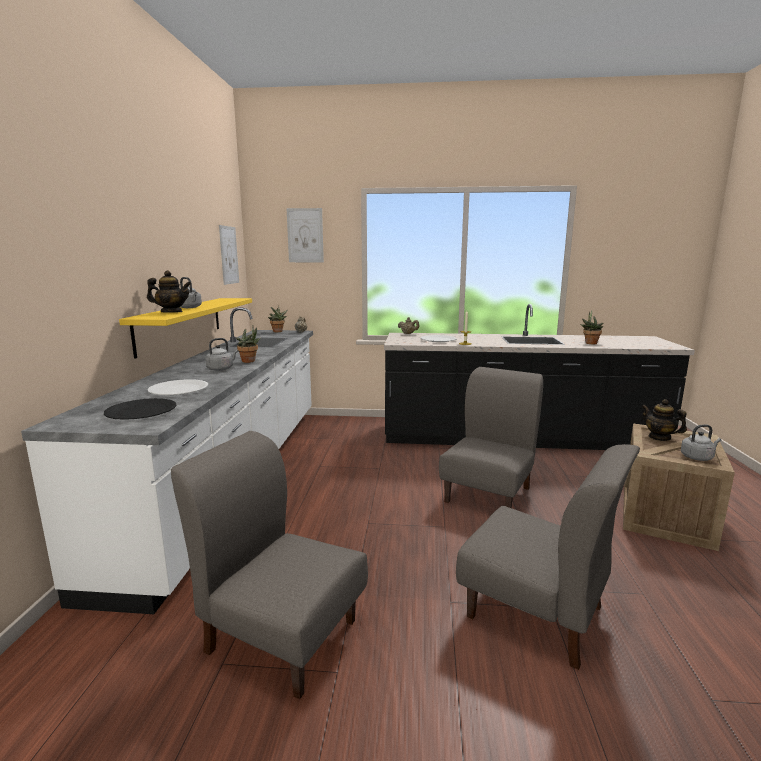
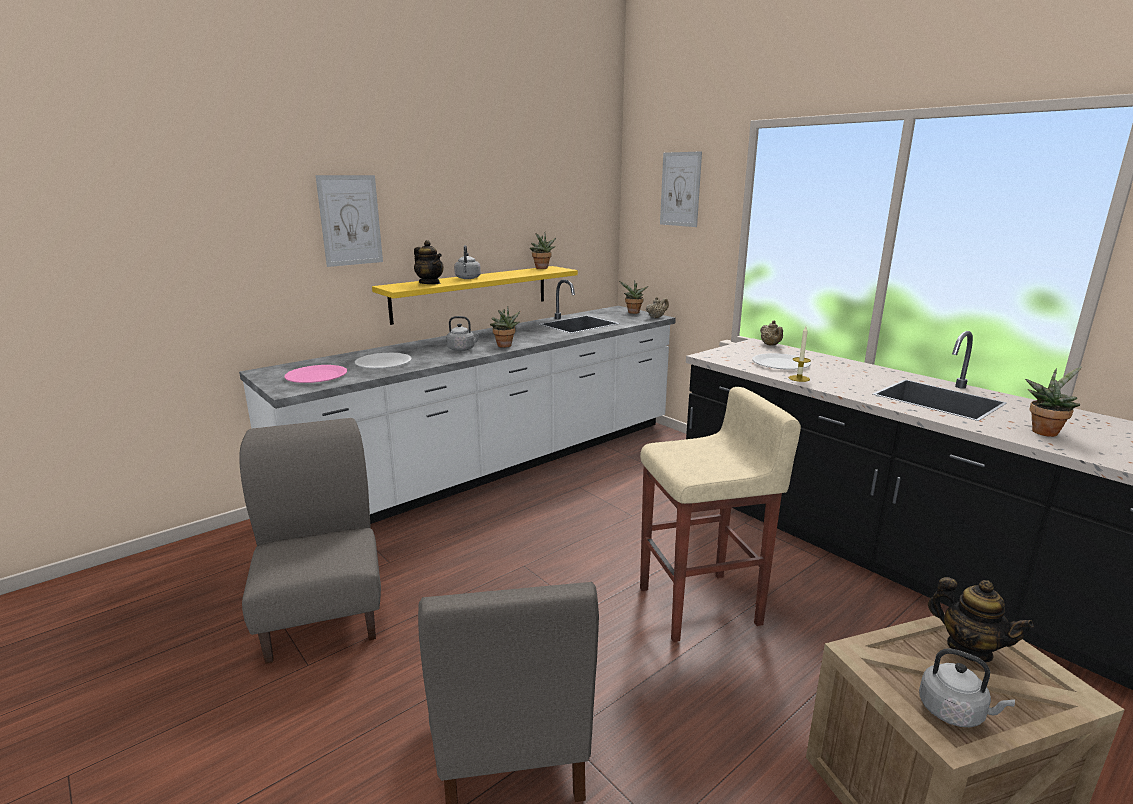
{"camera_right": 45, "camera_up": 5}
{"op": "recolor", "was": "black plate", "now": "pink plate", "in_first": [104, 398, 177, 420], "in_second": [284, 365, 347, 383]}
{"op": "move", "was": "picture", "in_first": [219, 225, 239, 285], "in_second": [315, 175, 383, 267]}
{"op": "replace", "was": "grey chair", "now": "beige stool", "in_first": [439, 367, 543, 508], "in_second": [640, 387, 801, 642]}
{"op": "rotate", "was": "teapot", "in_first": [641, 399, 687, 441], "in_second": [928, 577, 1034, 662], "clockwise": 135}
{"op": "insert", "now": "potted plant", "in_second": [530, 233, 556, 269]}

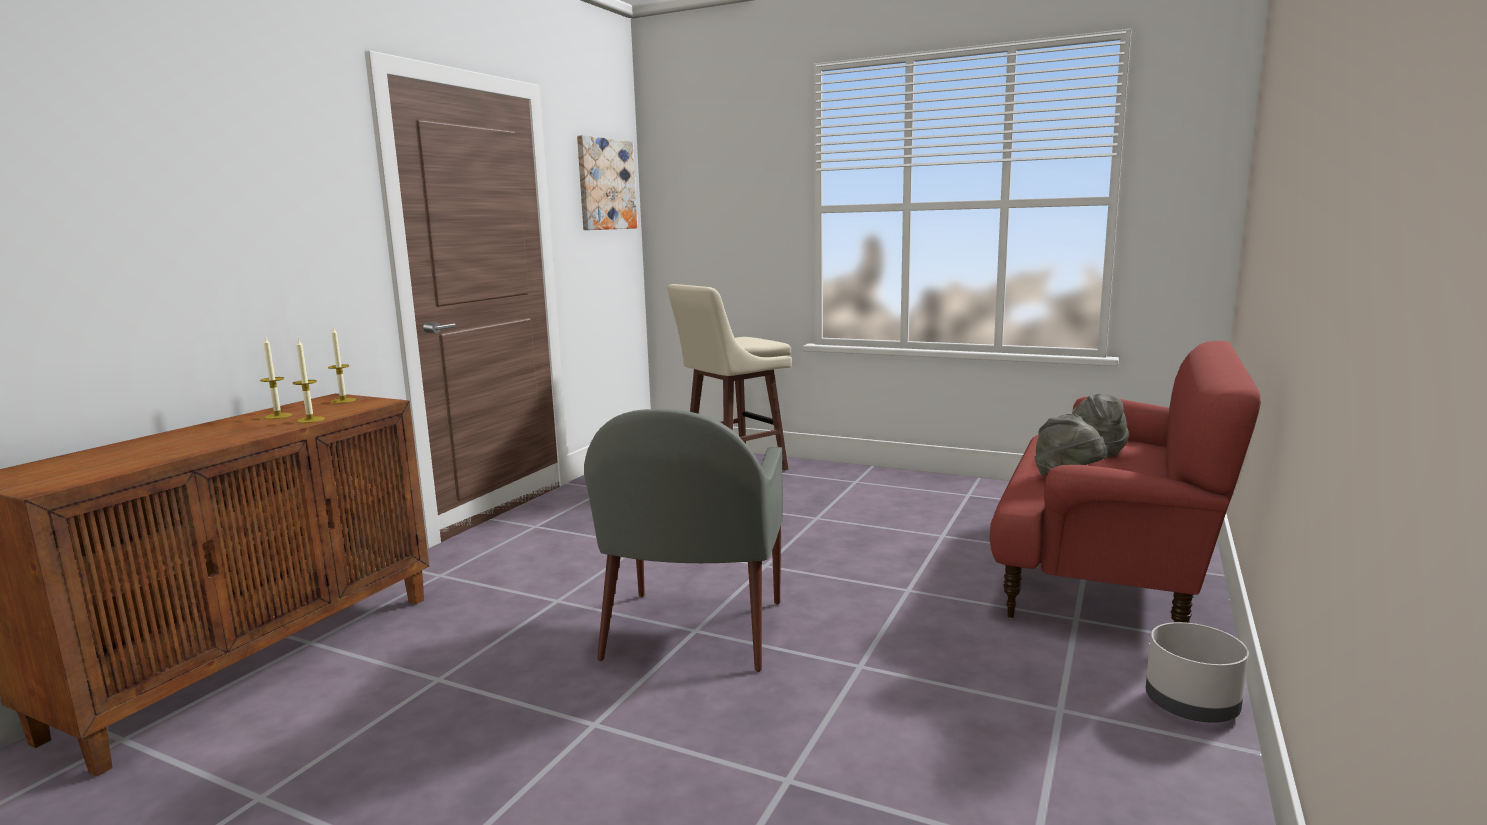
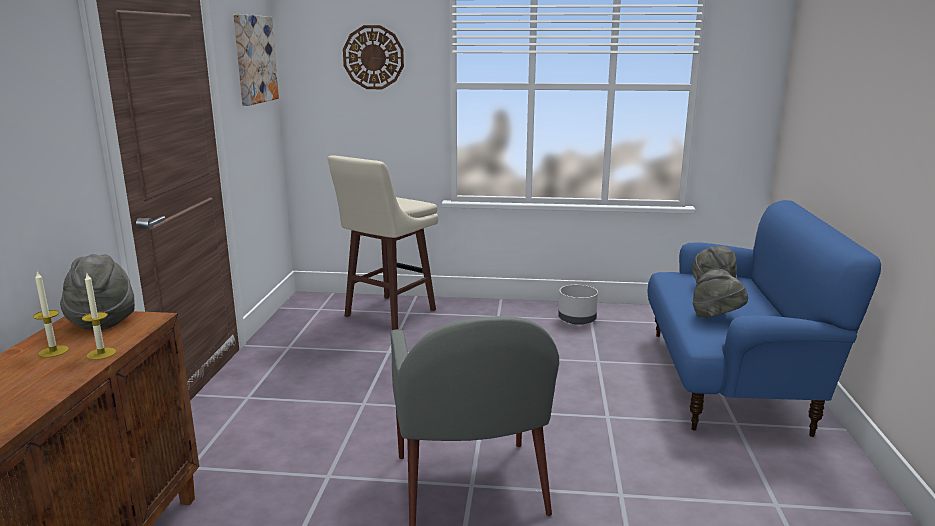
{"camera_right": -20, "camera_up": 5}
{"op": "replace", "was": "candle", "now": "grey hat", "in_first": [328, 327, 356, 404], "in_second": [60, 254, 135, 330]}
{"op": "recolor", "was": "red sofa", "now": "blue sofa", "in_first": [989, 341, 1261, 623], "in_second": [647, 200, 881, 437]}
{"op": "move", "was": "grey planter", "in_first": [1146, 622, 1249, 723], "in_second": [558, 285, 598, 325]}
{"op": "insert", "now": "wall clock", "in_second": [343, 25, 404, 89]}

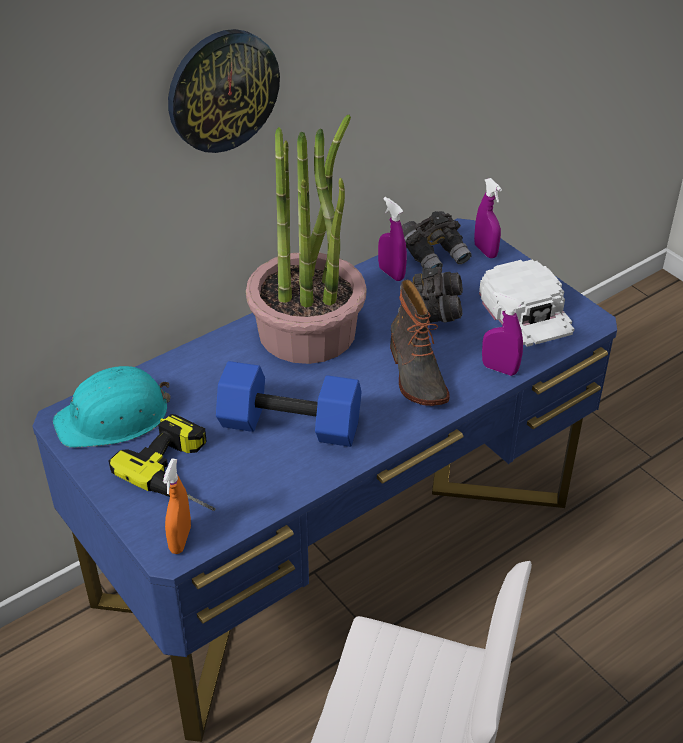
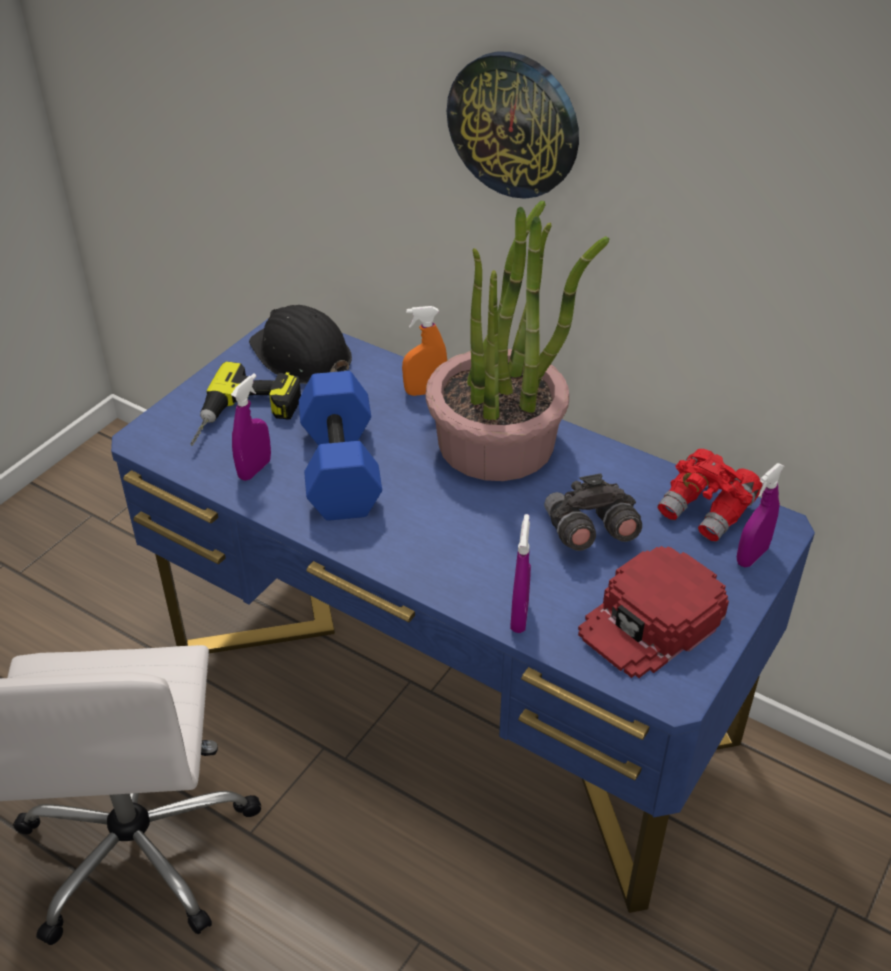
{"camera_right": 70, "camera_up": 0}
{"op": "recolor", "was": "turquoise hard hat", "now": "black hard hat", "in_first": [53, 366, 171, 448], "in_second": [249, 305, 352, 384]}
{"op": "move", "was": "orange spray bottle", "in_first": [163, 459, 191, 554], "in_second": [402, 306, 447, 396]}
{"op": "move", "was": "purple spray bottle", "in_first": [378, 197, 407, 281], "in_second": [231, 374, 271, 481]}
{"op": "delete", "was": "boot", "in_first": [390, 280, 450, 406]}
{"op": "recolor", "was": "grey binoculars", "now": "red binoculars", "in_first": [402, 211, 472, 268], "in_second": [657, 449, 762, 542]}
{"op": "recolor", "was": "white cap", "now": "red cap", "in_first": [479, 260, 574, 347], "in_second": [578, 546, 729, 678]}

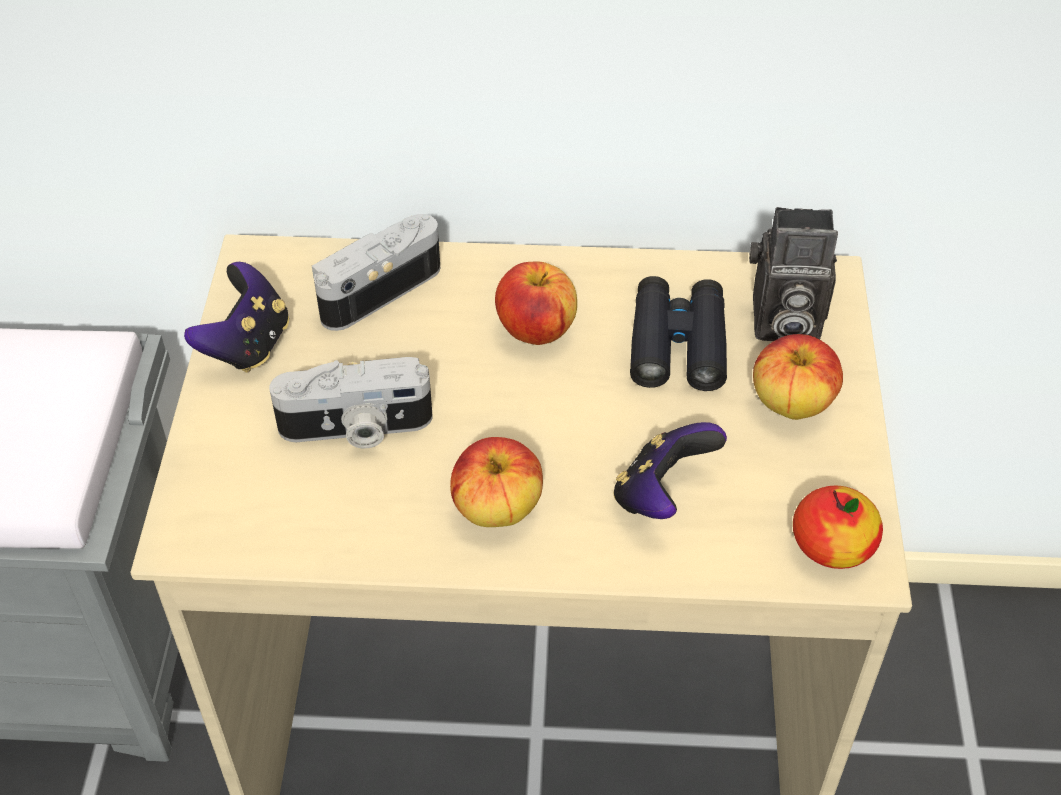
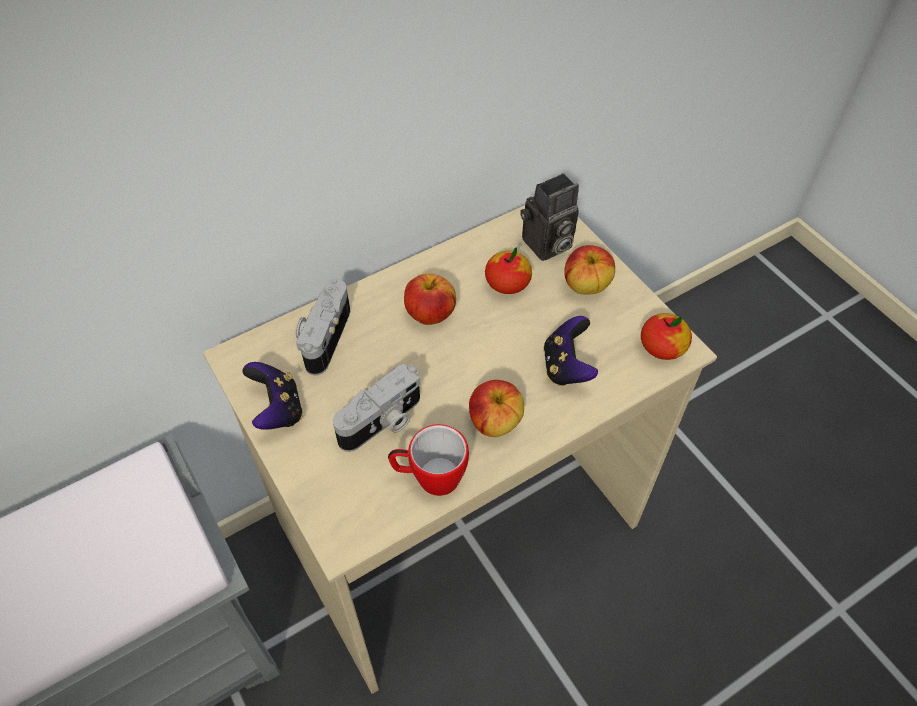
{"camera_right": -35, "camera_up": 5}
{"op": "replace", "was": "black binoculars", "now": "apple", "in_first": [630, 276, 727, 391], "in_second": [485, 247, 532, 294]}
{"op": "insert", "now": "mug", "in_second": [388, 424, 469, 496]}

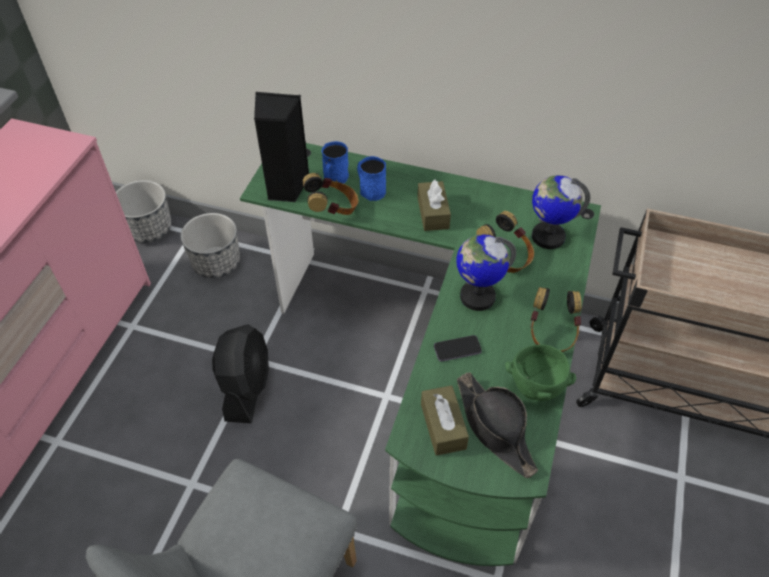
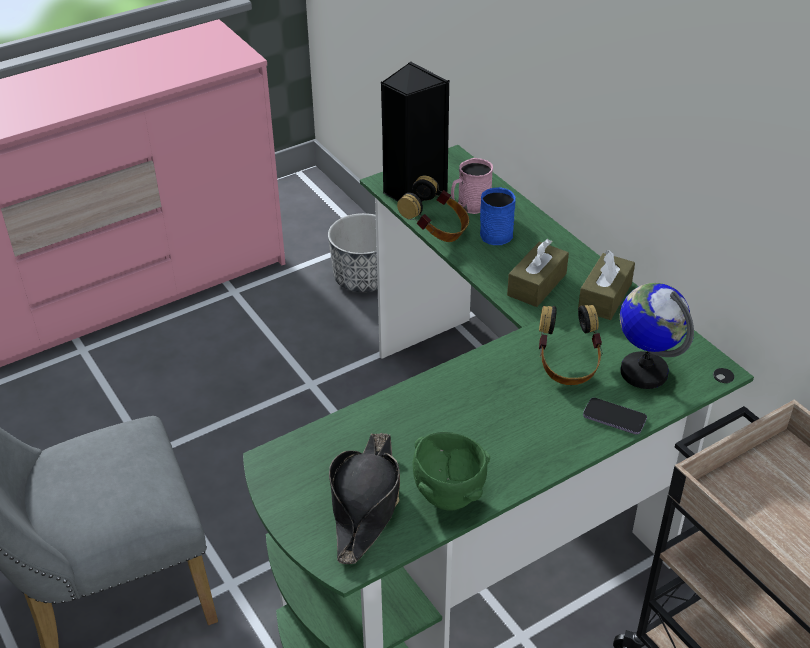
{"camera_right": 40, "camera_up": -10}
{"op": "delete", "was": "planter", "in_first": [116, 180, 172, 243]}
{"op": "delete", "was": "black fan", "in_first": [212, 324, 269, 423]}
{"op": "recolor", "was": "blue mug", "now": "pink mug", "in_first": [321, 141, 349, 184], "in_second": [451, 158, 493, 214]}
{"op": "move", "was": "brown tissue box", "in_first": [421, 385, 469, 456], "in_second": [578, 250, 635, 320]}
{"op": "move", "was": "phone", "in_first": [434, 335, 482, 361], "in_second": [583, 398, 647, 435]}
{"op": "delete", "was": "globe", "in_first": [456, 234, 516, 311]}
{"op": "delete", "was": "headphones", "in_first": [530, 287, 582, 352]}

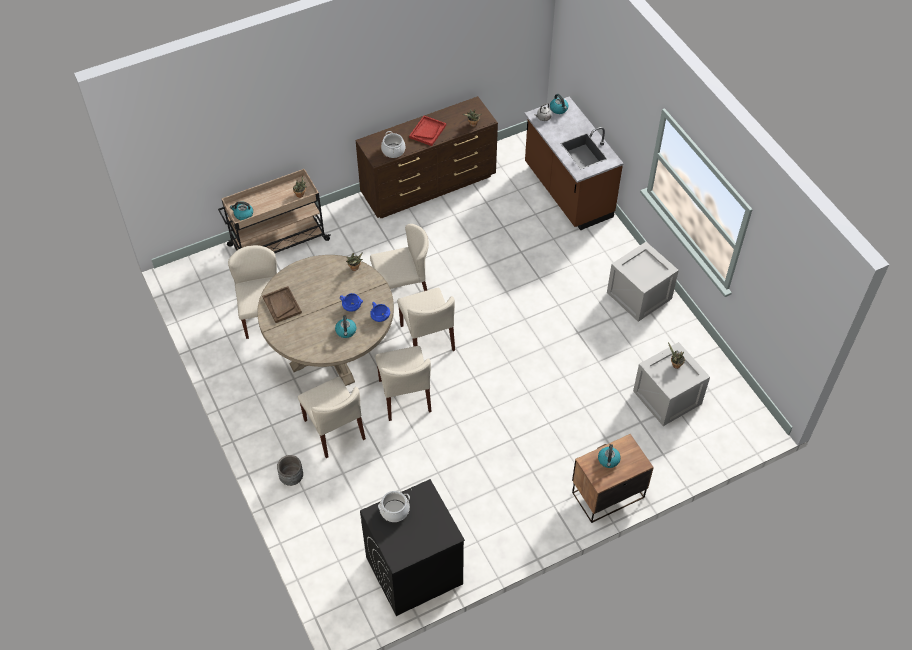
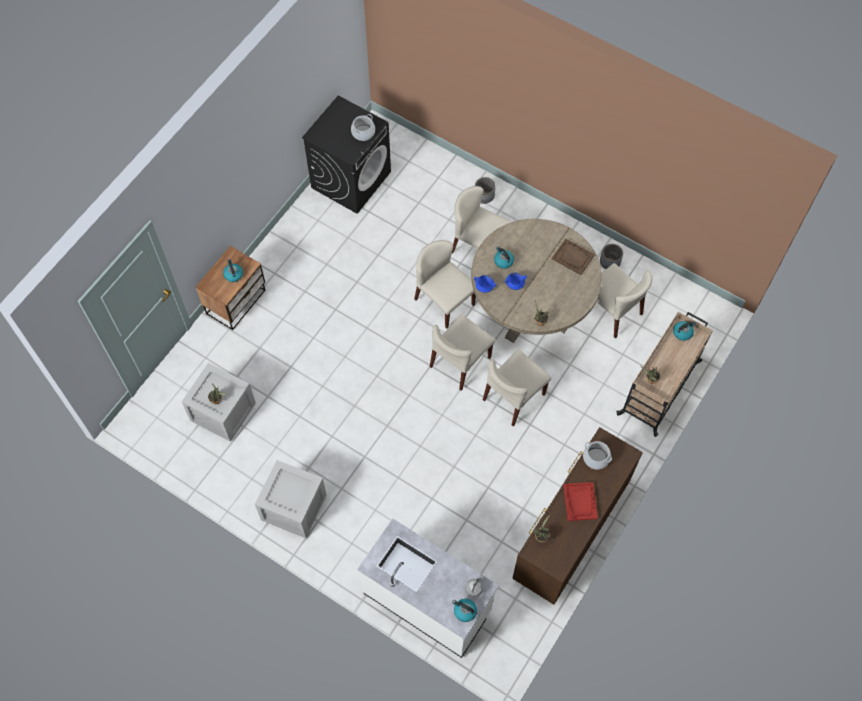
{"camera_right": 150, "camera_up": 10}
{"op": "rotate", "was": "beige chair", "in_first": [397, 288, 455, 351], "in_second": [430, 314, 495, 390], "clockwise": -90}
{"op": "recolor", "was": "brown counter", "now": "white counter", "in_first": [524, 97, 624, 230], "in_second": [357, 519, 499, 658]}
{"op": "insert", "now": "grey planter", "in_second": [600, 244, 623, 269]}

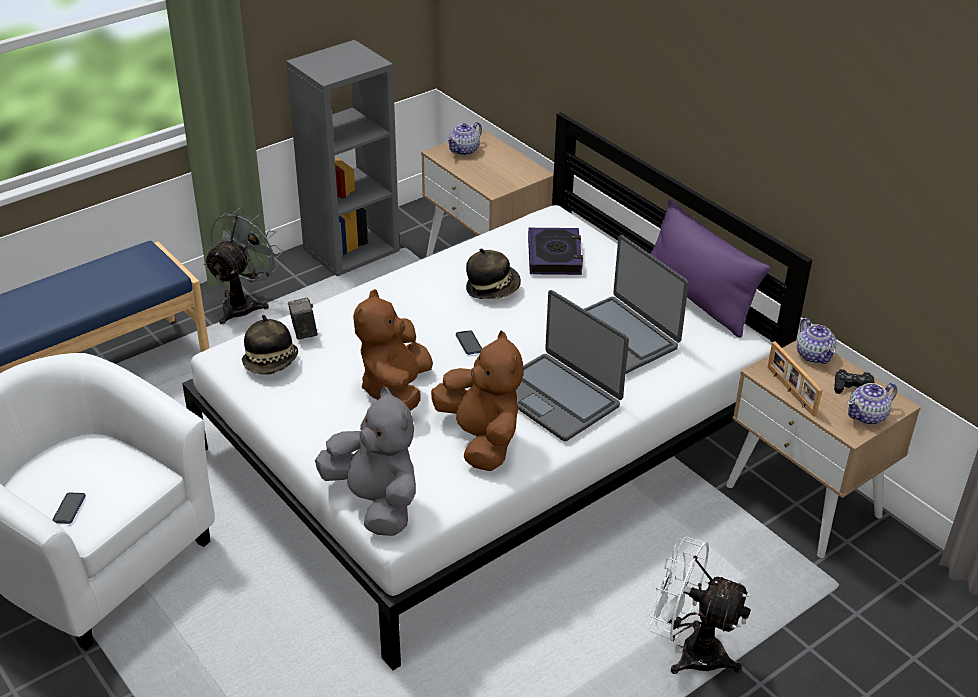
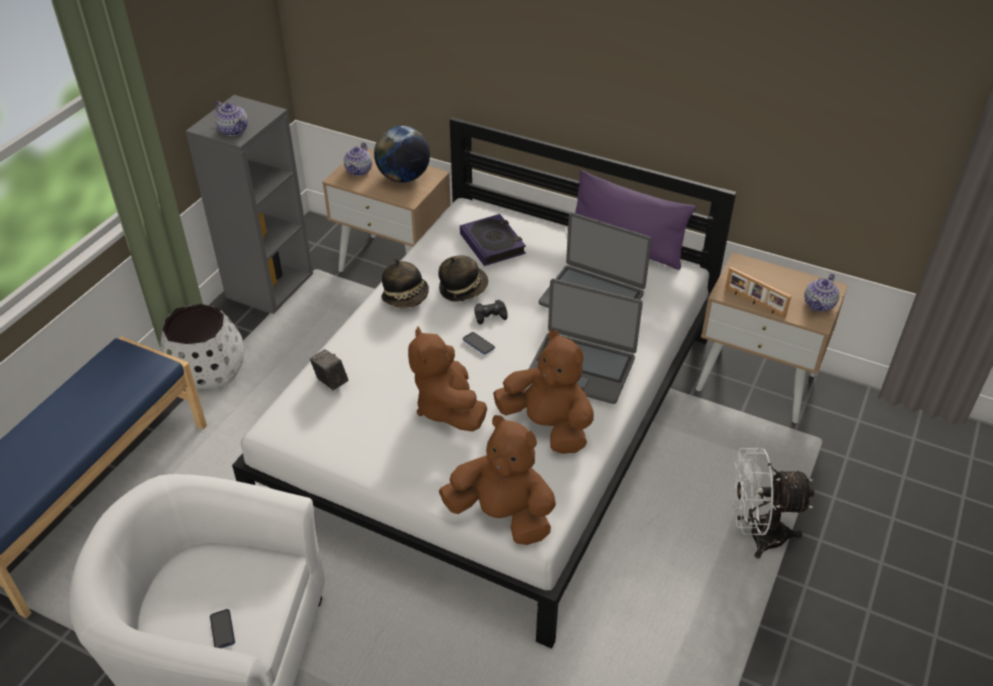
{"camera_right": -25, "camera_up": 5}
{"op": "replace", "was": "grey fan", "now": "white planter", "in_first": [203, 207, 283, 324], "in_second": [160, 304, 244, 389]}
{"op": "move", "was": "hat", "in_first": [242, 315, 298, 375], "in_second": [381, 259, 429, 308]}
{"op": "recolor", "was": "grey plush toy", "now": "brown plush toy", "in_first": [315, 387, 416, 536], "in_second": [439, 415, 556, 545]}
{"op": "move", "was": "teapot", "in_first": [797, 318, 836, 364], "in_second": [215, 101, 248, 136]}
{"op": "move", "was": "black game controller", "in_first": [834, 369, 875, 394], "in_second": [475, 300, 507, 325]}
{"op": "insert", "now": "globe", "in_second": [374, 126, 430, 183]}

